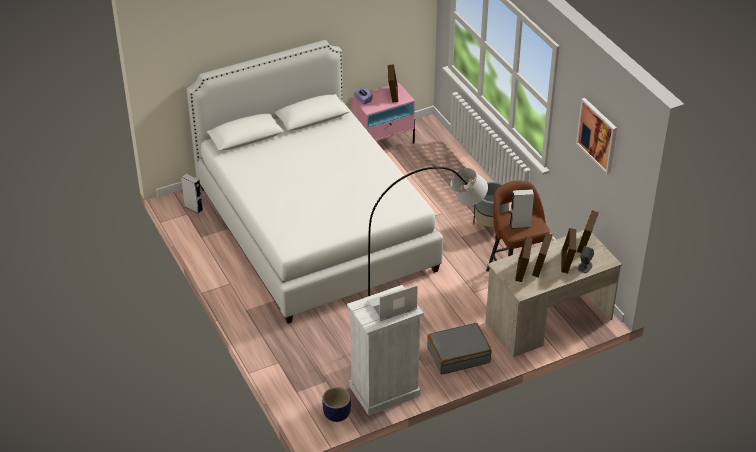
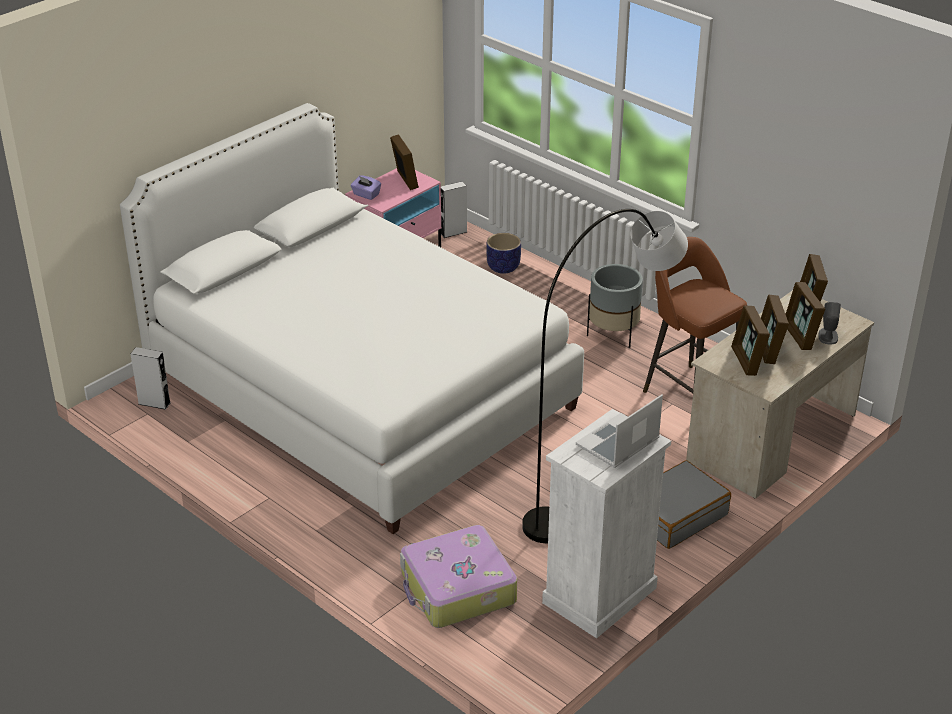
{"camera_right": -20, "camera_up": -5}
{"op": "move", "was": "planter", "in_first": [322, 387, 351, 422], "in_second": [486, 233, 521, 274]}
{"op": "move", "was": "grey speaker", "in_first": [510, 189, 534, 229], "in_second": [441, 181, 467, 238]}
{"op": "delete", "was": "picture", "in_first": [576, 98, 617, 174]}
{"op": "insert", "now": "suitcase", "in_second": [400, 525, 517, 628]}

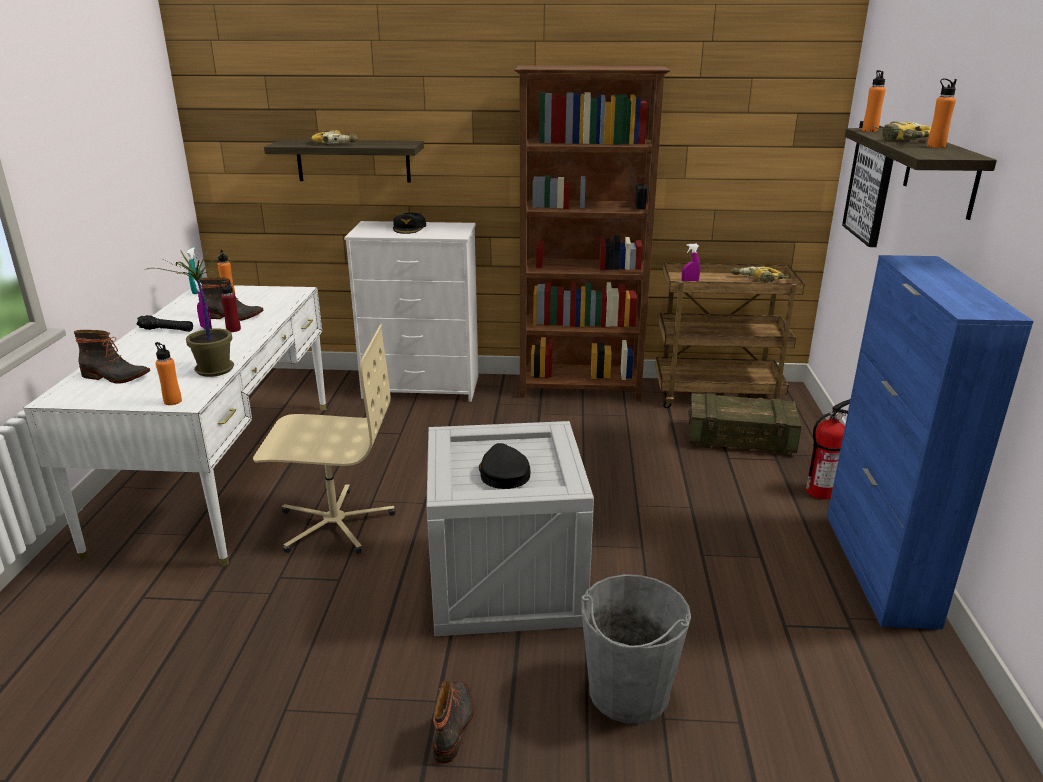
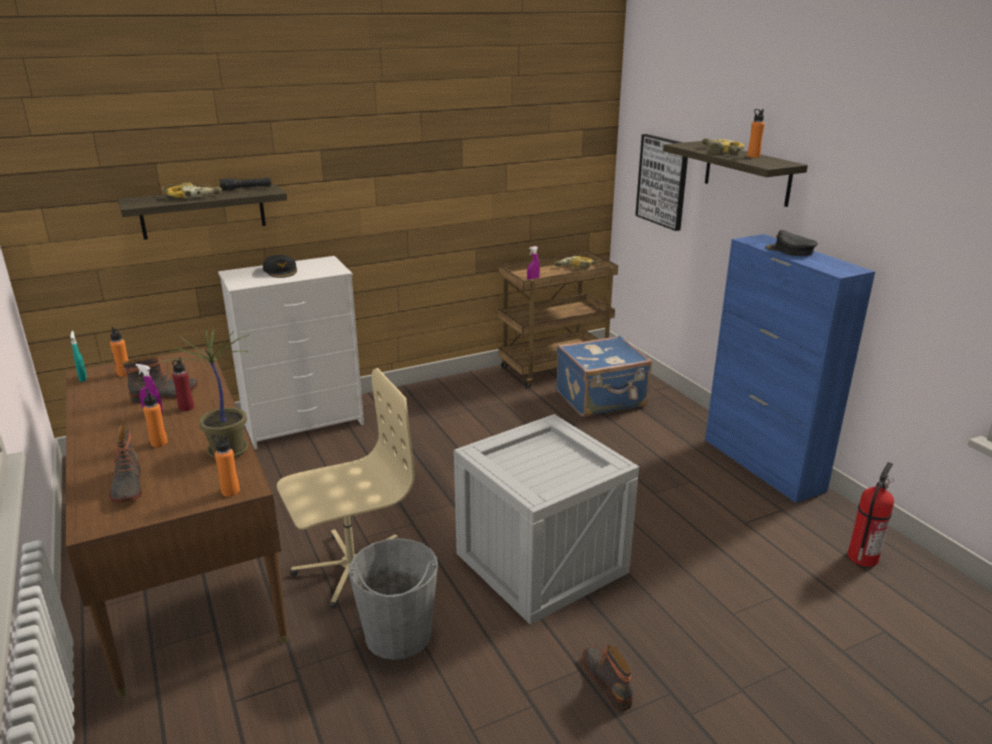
{"camera_right": -30, "camera_up": 0}
{"op": "recolor", "was": "white desk", "now": "brown desk", "in_first": [23, 285, 327, 566], "in_second": [66, 347, 288, 697]}
{"op": "rotate", "was": "boot", "in_first": [74, 330, 150, 384], "in_second": [109, 424, 142, 502], "clockwise": 90}
{"op": "move", "was": "black flashlight", "in_first": [136, 315, 193, 332], "in_second": [219, 177, 271, 191]}
{"op": "move", "was": "black cap", "in_first": [479, 443, 530, 489], "in_second": [765, 230, 818, 256]}
{"op": "delete", "was": "brown bookcase", "in_first": [514, 65, 670, 401]}
{"op": "move", "was": "grey bucket", "in_first": [581, 574, 691, 724], "in_second": [348, 538, 438, 660]}
{"op": "replace", "was": "crate", "now": "blue suitcase", "in_first": [688, 393, 801, 455], "in_second": [556, 335, 652, 417]}
{"op": "move", "was": "fire extinguisher", "in_first": [806, 399, 850, 499], "in_second": [848, 462, 894, 567]}
{"op": "move", "was": "orange bottle", "in_first": [862, 70, 886, 132], "in_second": [143, 388, 168, 447]}

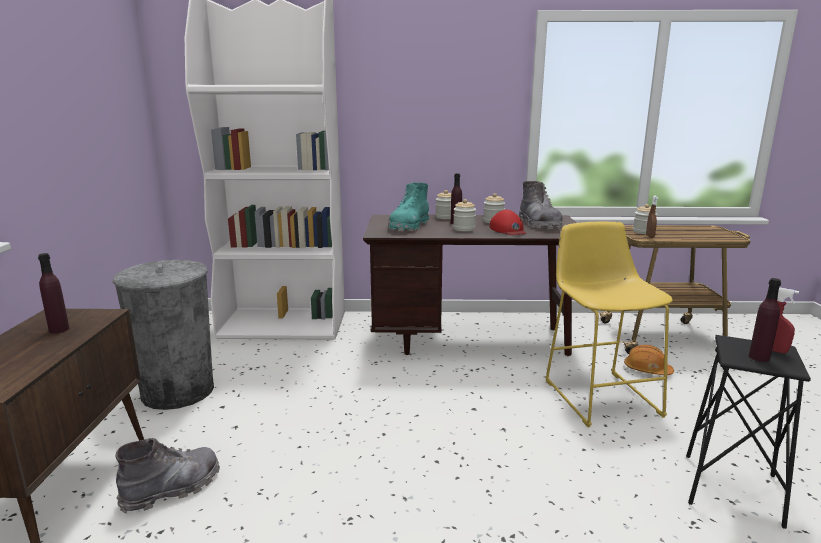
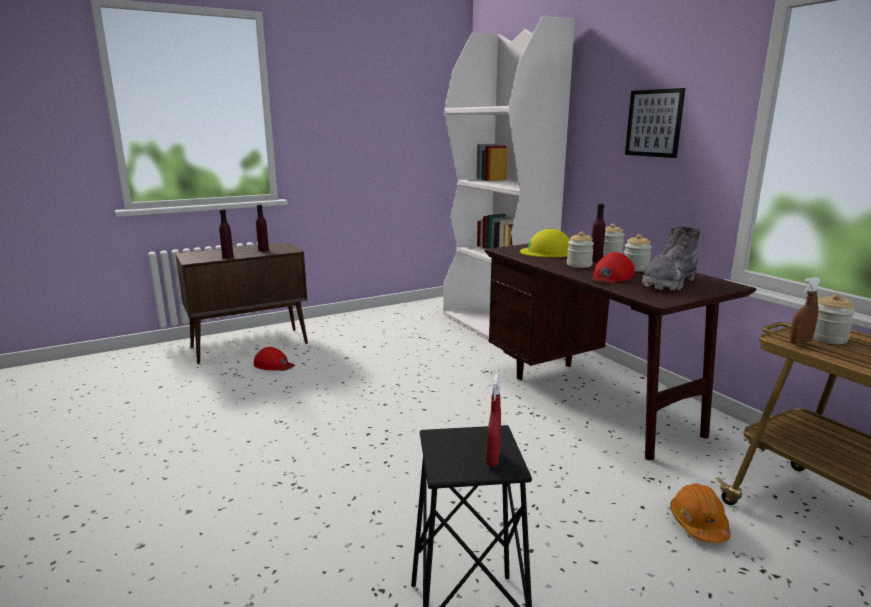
{"camera_right": 60, "camera_up": 0}
{"op": "delete", "was": "grey trash can", "in_first": [113, 260, 214, 410]}
{"op": "replace", "was": "grey boot", "now": "red cap", "in_first": [116, 438, 220, 514], "in_second": [254, 347, 295, 371]}
{"op": "replace", "was": "turquoise boot", "now": "yellow hard hat", "in_first": [389, 183, 429, 231], "in_second": [520, 229, 570, 257]}
{"op": "delete", "was": "yellow stool", "in_first": [545, 222, 673, 427]}
{"op": "move", "was": "purple bottle", "in_first": [749, 278, 781, 362], "in_second": [219, 209, 234, 259]}
{"op": "insert", "now": "picture", "in_second": [625, 88, 685, 158]}

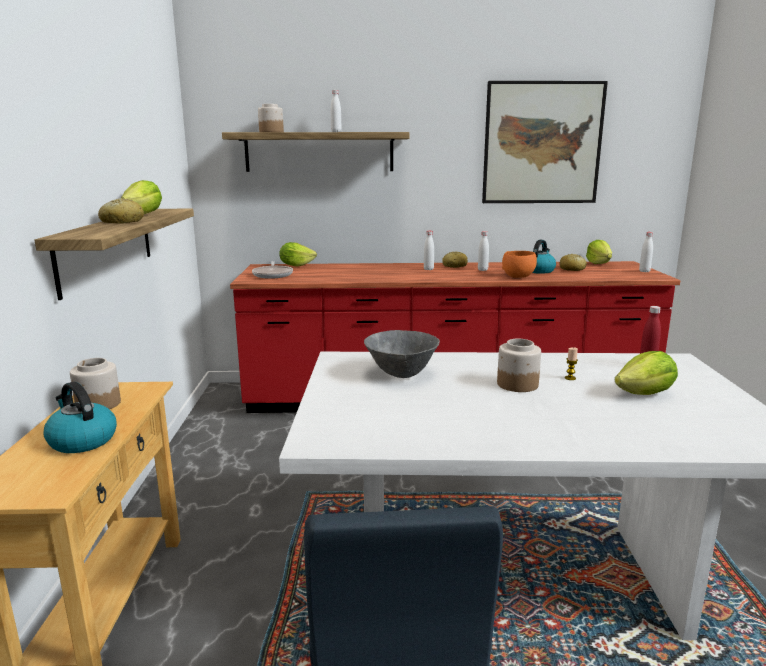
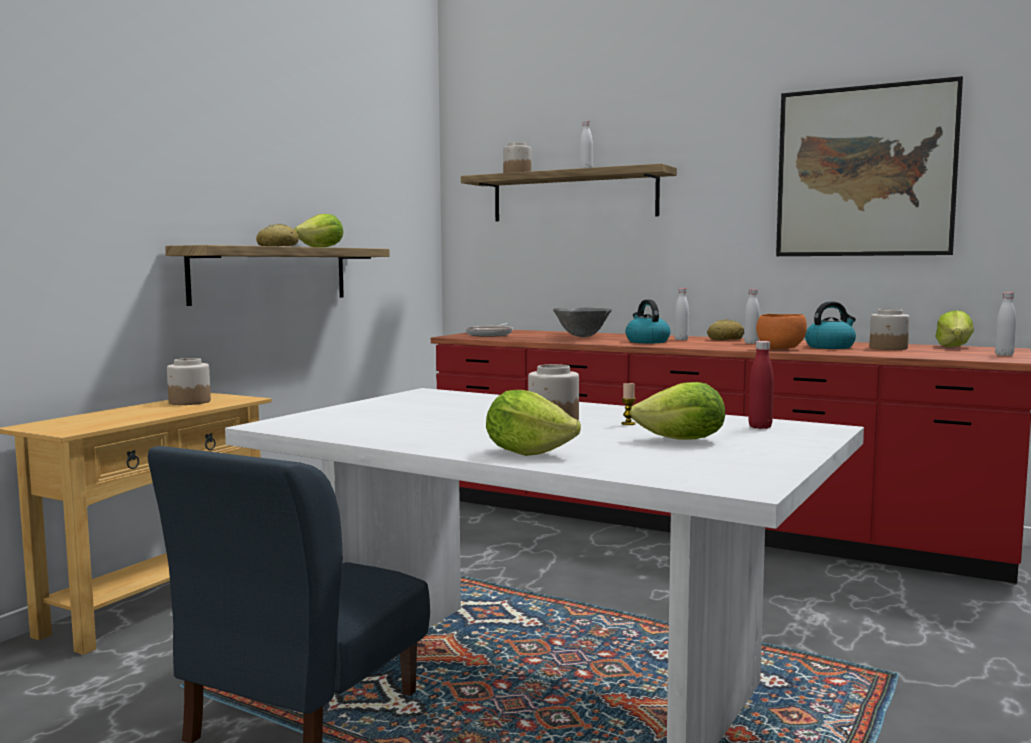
{"camera_right": 30, "camera_up": -10}
{"op": "move", "was": "kettle", "in_first": [43, 382, 117, 453], "in_second": [625, 299, 670, 343]}
{"op": "move", "was": "lettuce", "in_first": [279, 242, 317, 267], "in_second": [486, 390, 581, 456]}
{"op": "move", "was": "grey bowl", "in_first": [364, 330, 440, 378], "in_second": [553, 308, 612, 337]}
{"op": "replace", "was": "bread", "now": "jar", "in_first": [559, 254, 587, 271], "in_second": [869, 309, 909, 350]}

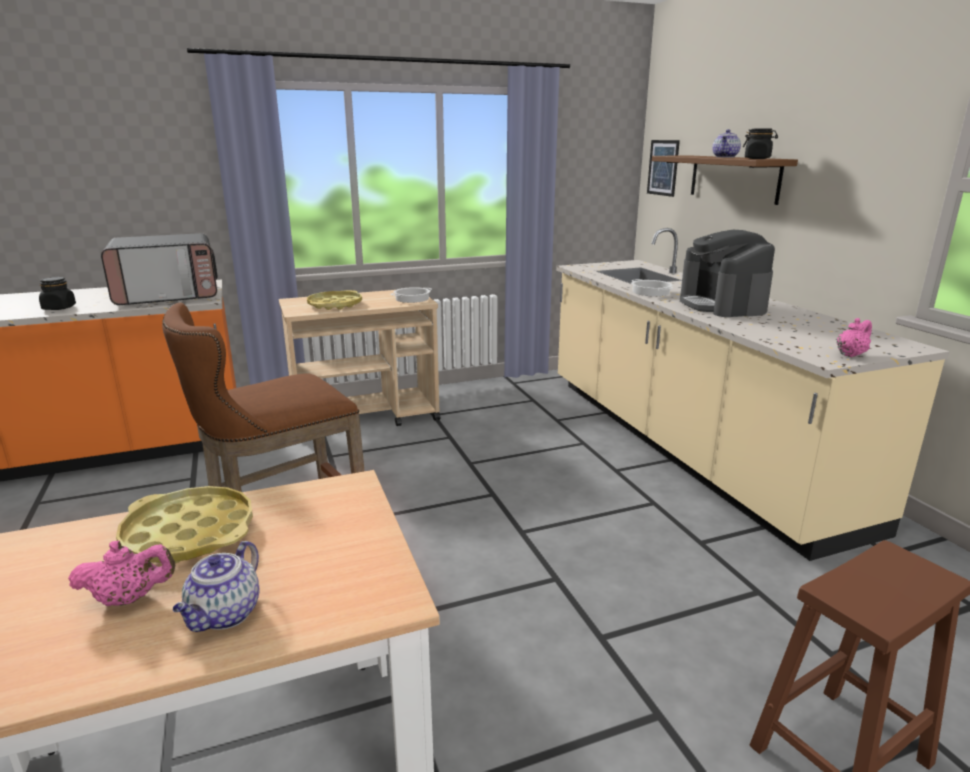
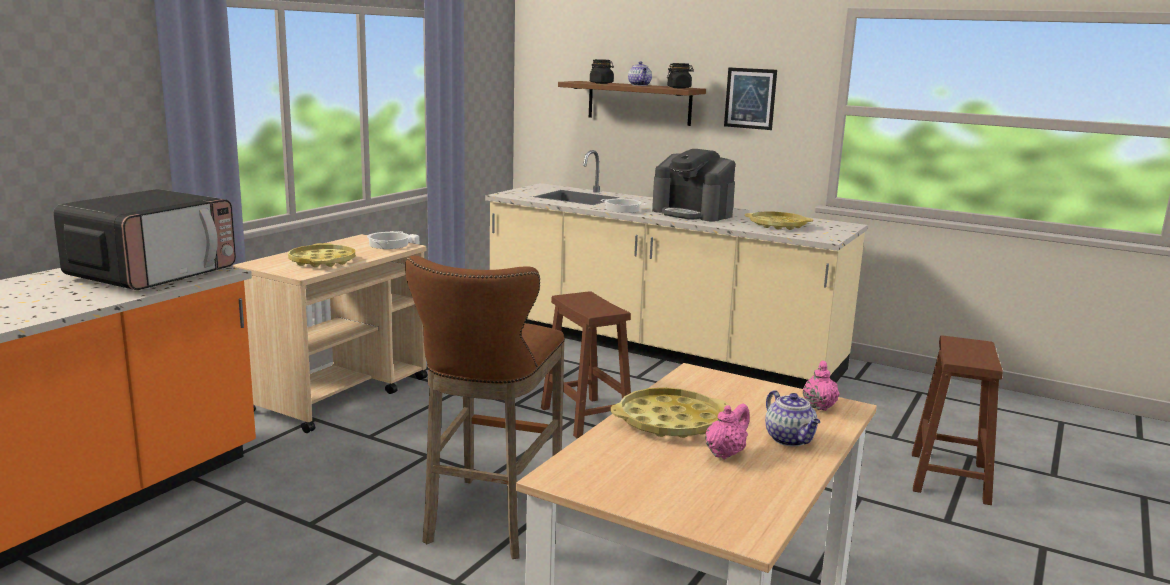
{"camera_right": -40, "camera_up": -5}
{"op": "move", "was": "black jar", "in_first": [39, 277, 76, 310], "in_second": [590, 59, 614, 84]}
{"op": "move", "was": "picture", "in_first": [647, 140, 680, 197], "in_second": [724, 67, 777, 130]}
{"op": "move", "was": "pink teapot", "in_first": [837, 318, 872, 357], "in_second": [803, 361, 840, 411]}
{"op": "insert", "now": "brown stool", "in_second": [541, 291, 631, 438]}
{"op": "insert", "now": "yellow tray", "in_second": [745, 212, 813, 230]}

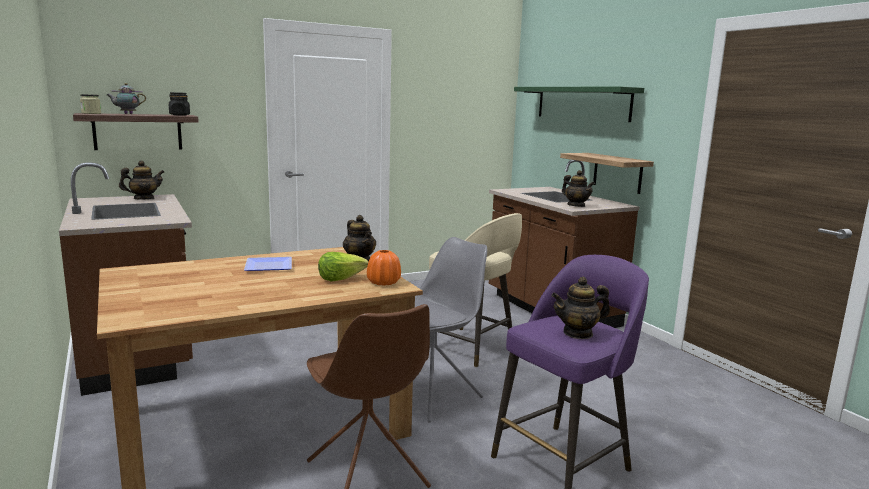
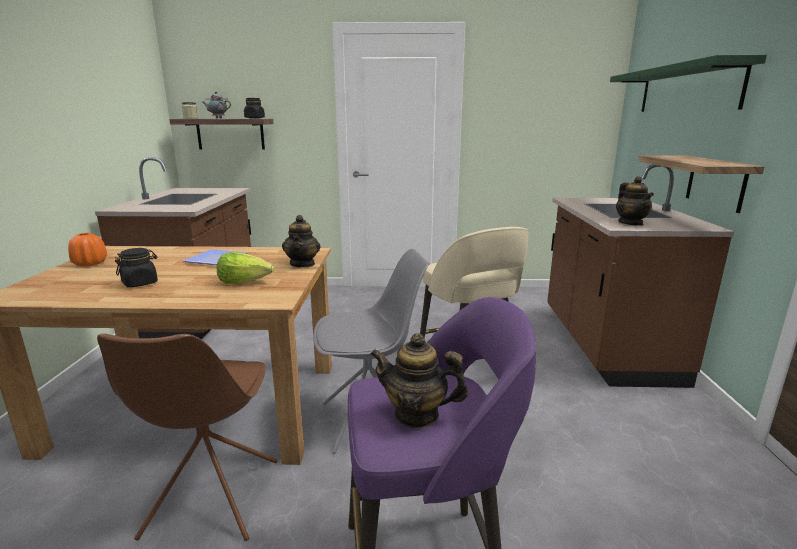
{"camera_right": 30, "camera_up": 5}
{"op": "delete", "was": "teapot", "in_first": [119, 160, 164, 199]}
{"op": "move", "was": "orange vase", "in_first": [367, 250, 401, 286], "in_second": [68, 233, 107, 266]}
{"op": "insert", "now": "black jar", "in_second": [115, 248, 158, 287]}

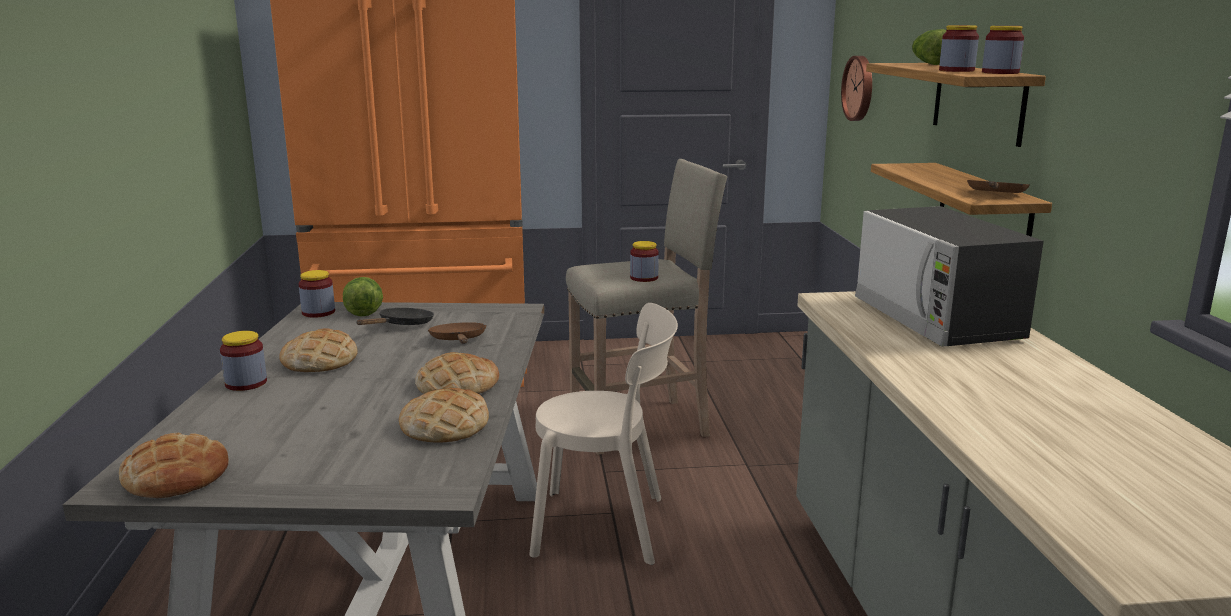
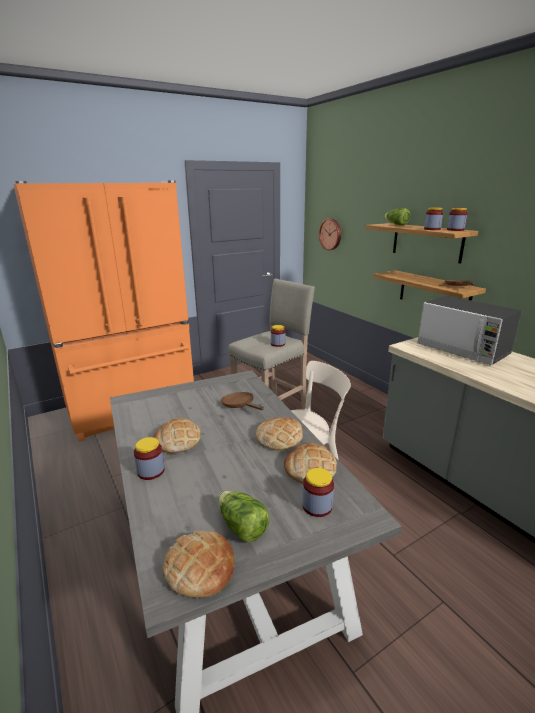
{"camera_right": -25, "camera_up": 5}
{"op": "move", "was": "jar", "in_first": [299, 270, 335, 318], "in_second": [303, 468, 334, 517]}
{"op": "move", "was": "lettuce", "in_first": [343, 277, 383, 317], "in_second": [219, 491, 269, 542]}
{"op": "delete", "was": "black frying pan", "in_first": [357, 308, 434, 325]}

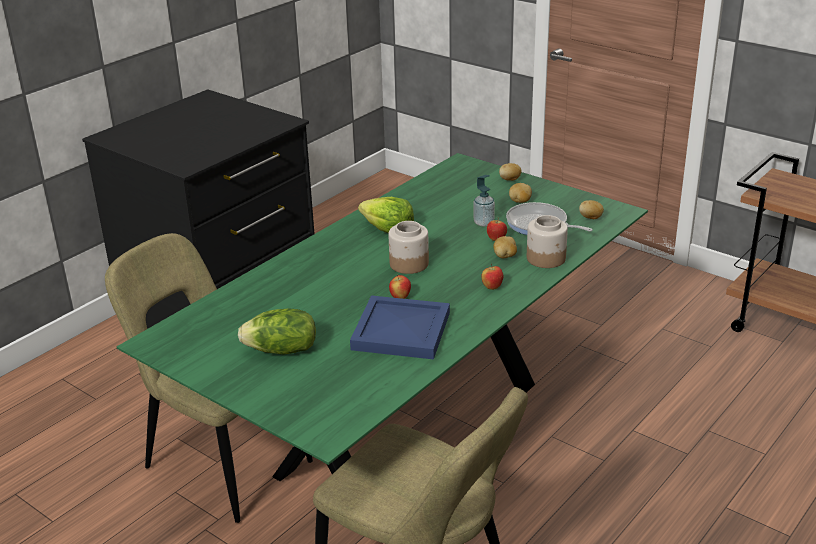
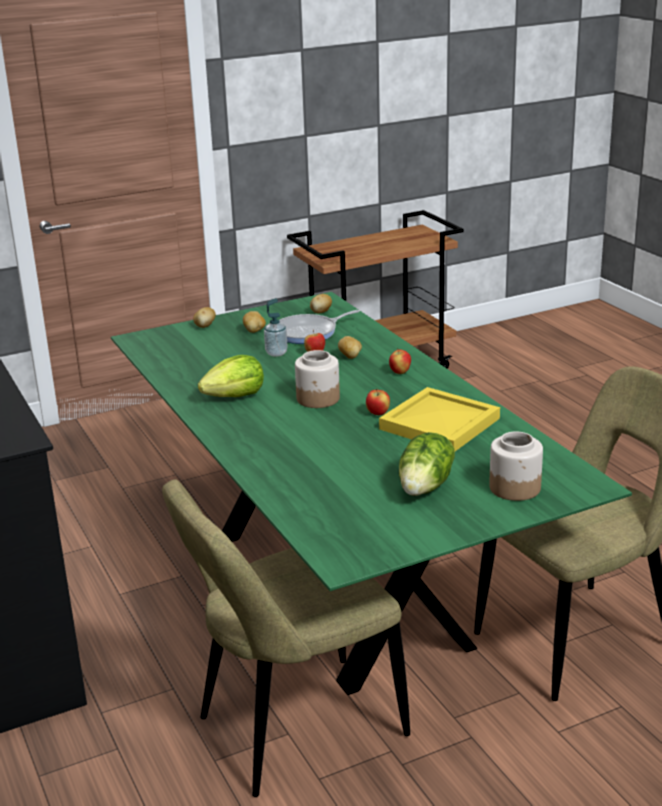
{"camera_right": -65, "camera_up": -5}
{"op": "recolor", "was": "blue tray", "now": "yellow tray", "in_first": [350, 295, 450, 360], "in_second": [379, 387, 500, 451]}
{"op": "move", "was": "jar", "in_first": [527, 215, 568, 268], "in_second": [489, 431, 543, 501]}

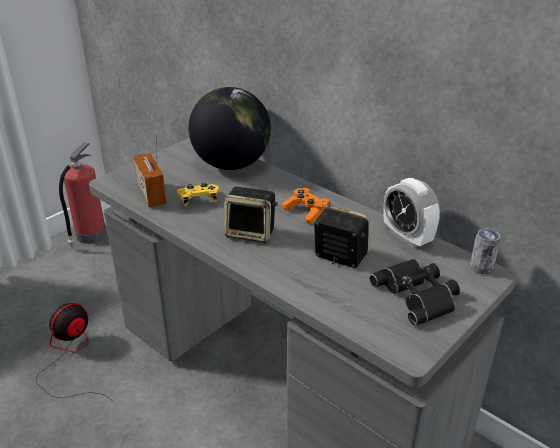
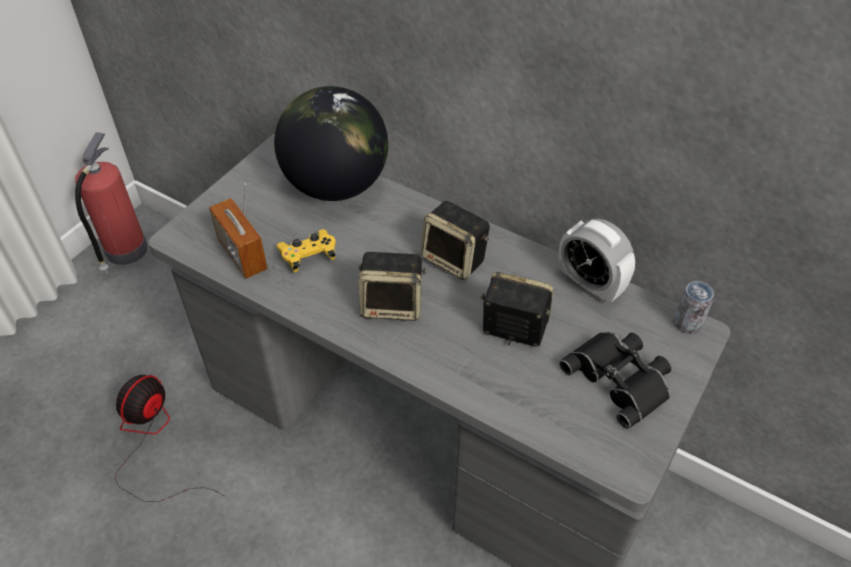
{"camera_right": -10, "camera_up": 15}
{"op": "replace", "was": "orange game controller", "now": "speaker", "in_first": [282, 188, 330, 225], "in_second": [421, 201, 490, 280]}

